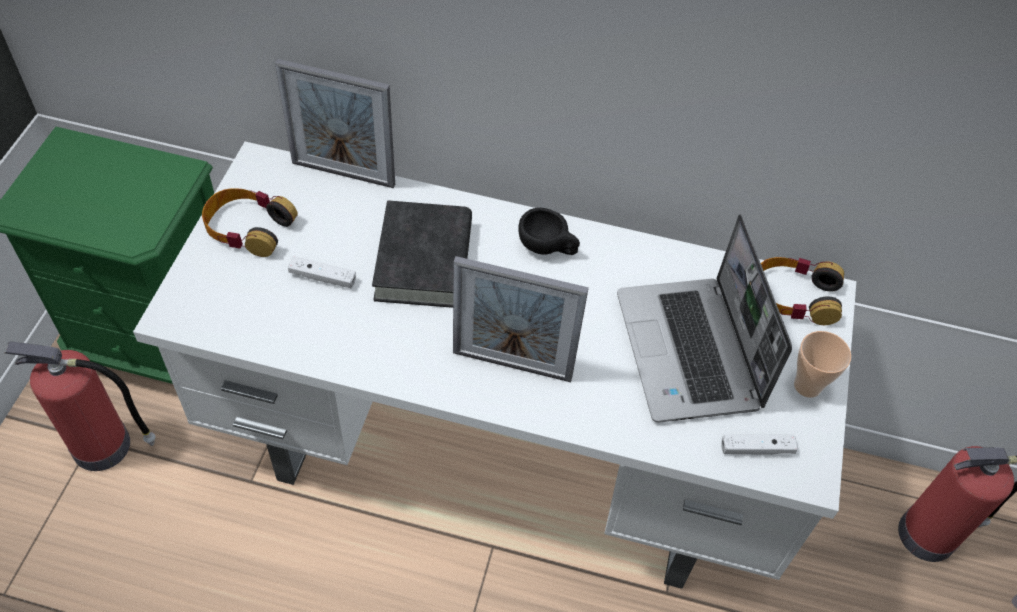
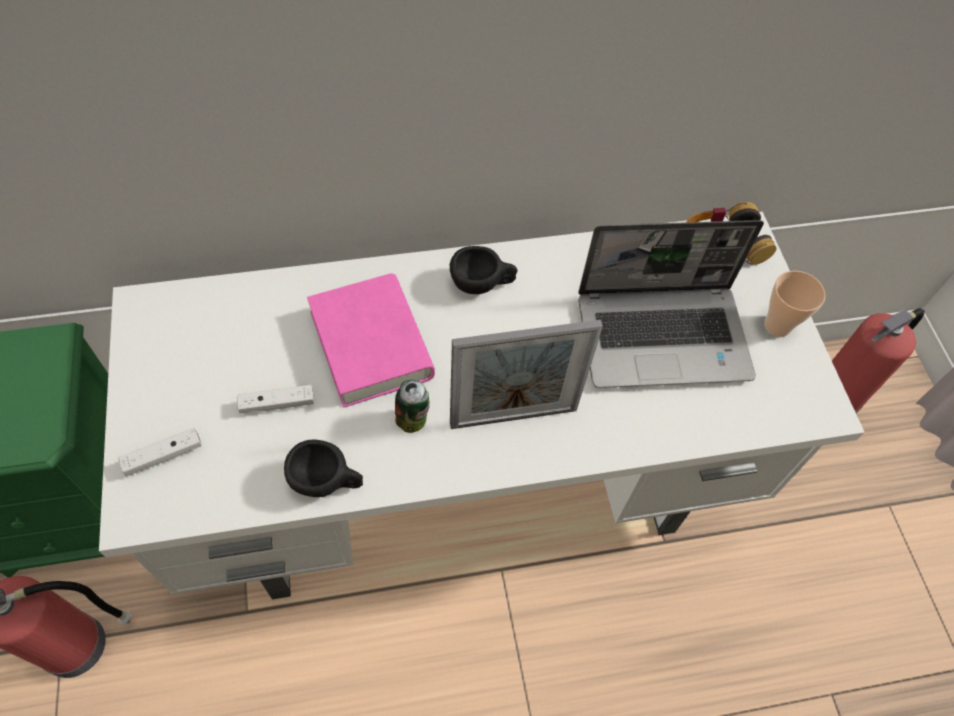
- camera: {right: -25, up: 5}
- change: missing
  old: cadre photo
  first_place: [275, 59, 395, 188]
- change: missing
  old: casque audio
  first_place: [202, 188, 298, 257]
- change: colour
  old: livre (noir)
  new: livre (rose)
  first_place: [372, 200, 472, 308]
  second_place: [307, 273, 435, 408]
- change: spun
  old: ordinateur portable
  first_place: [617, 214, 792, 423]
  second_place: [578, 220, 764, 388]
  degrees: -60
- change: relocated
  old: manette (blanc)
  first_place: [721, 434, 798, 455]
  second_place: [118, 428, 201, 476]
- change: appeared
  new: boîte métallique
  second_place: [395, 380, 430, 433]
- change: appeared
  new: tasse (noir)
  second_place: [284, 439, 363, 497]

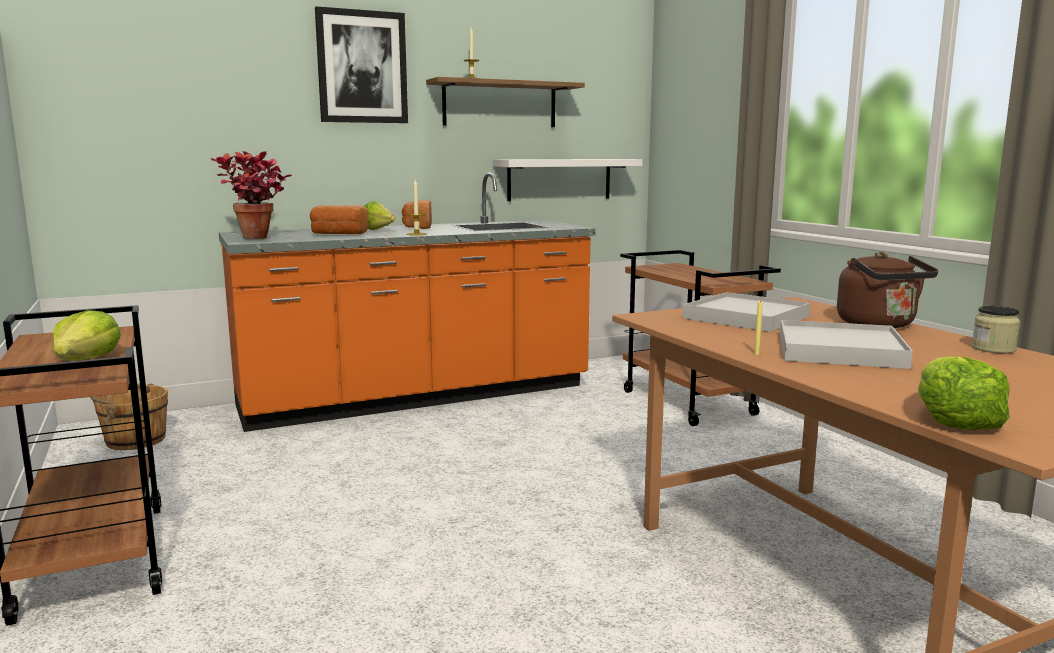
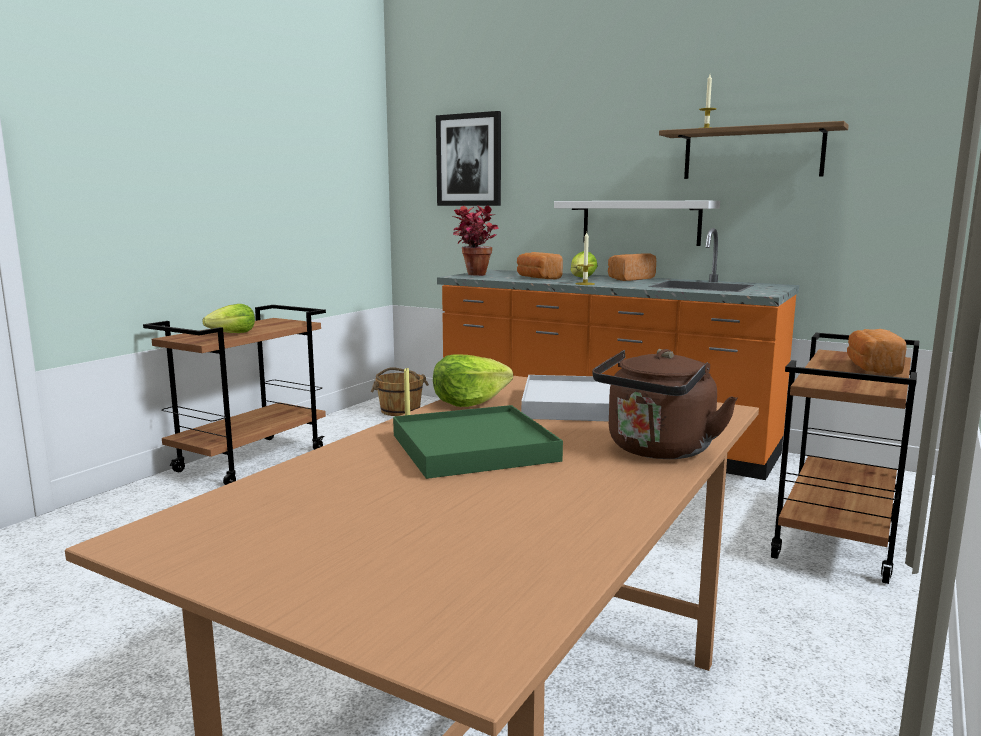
- camera: {right: 55, up: 0}
- change: relocated
  old: tableau
  first_place: [315, 6, 408, 123]
  second_place: [436, 111, 501, 206]
- change: relocated
  old: étagère (blanc)
  first_place: [493, 159, 643, 201]
  second_place: [554, 201, 720, 246]
- change: missing
  old: bocal
  first_place: [972, 306, 1020, 354]
- change: colour
  old: plateau (blanc)
  new: plateau (vert)
  first_place: [780, 320, 913, 369]
  second_place: [393, 405, 563, 479]
- change: relocated
  old: laitue
  first_place: [918, 356, 1010, 430]
  second_place: [433, 354, 513, 407]
- change: appeared
  new: pain
  second_place: [847, 329, 907, 375]

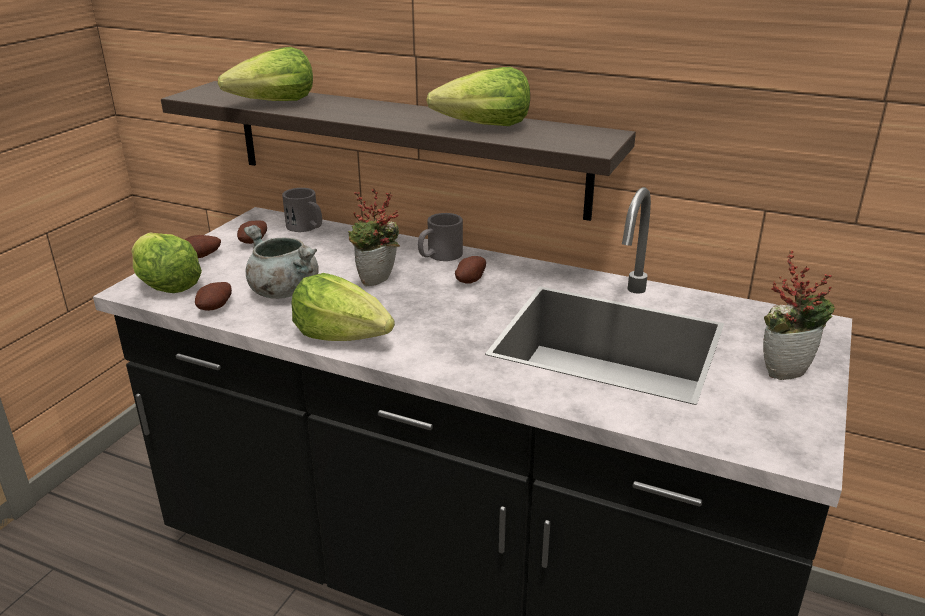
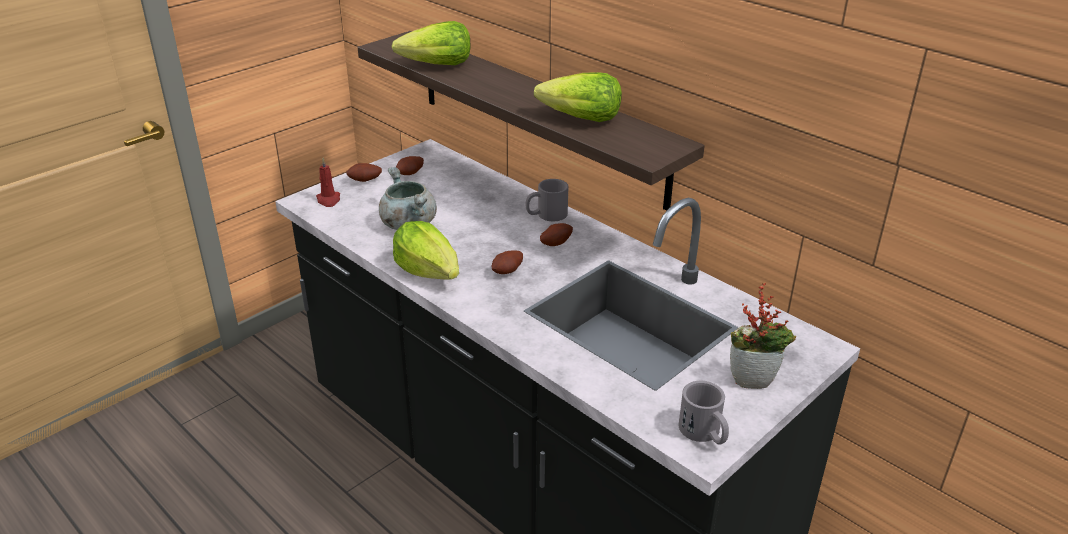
- camera: {right: 20, up: 5}
- change: relocated
  old: mug (gris)
  first_place: [282, 188, 322, 232]
  second_place: [678, 381, 729, 445]
- change: missing
  old: plante en pot
  first_place: [348, 189, 400, 286]
- change: exchanged
  old: laitue
  new: bougie (rouge)
  first_place: [131, 233, 202, 293]
  second_place: [316, 158, 340, 207]
- change: relocated
  old: pomme de terre
  first_place: [195, 282, 232, 311]
  second_place: [491, 250, 523, 274]

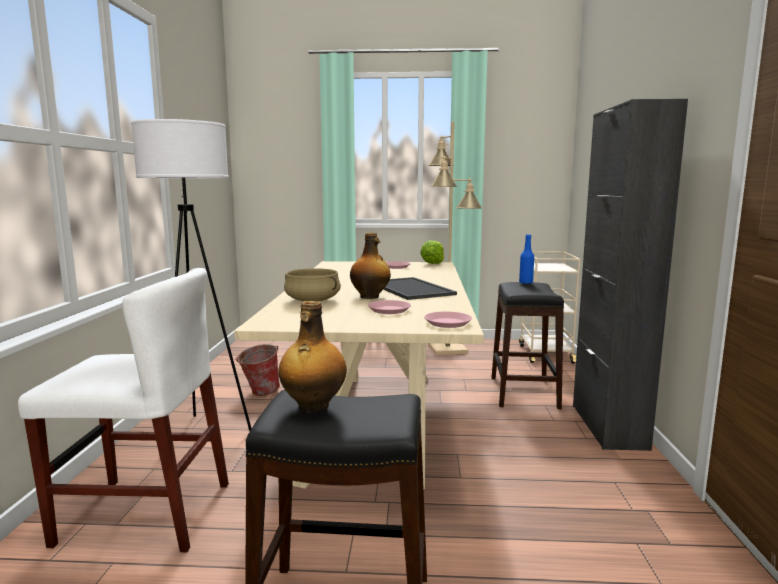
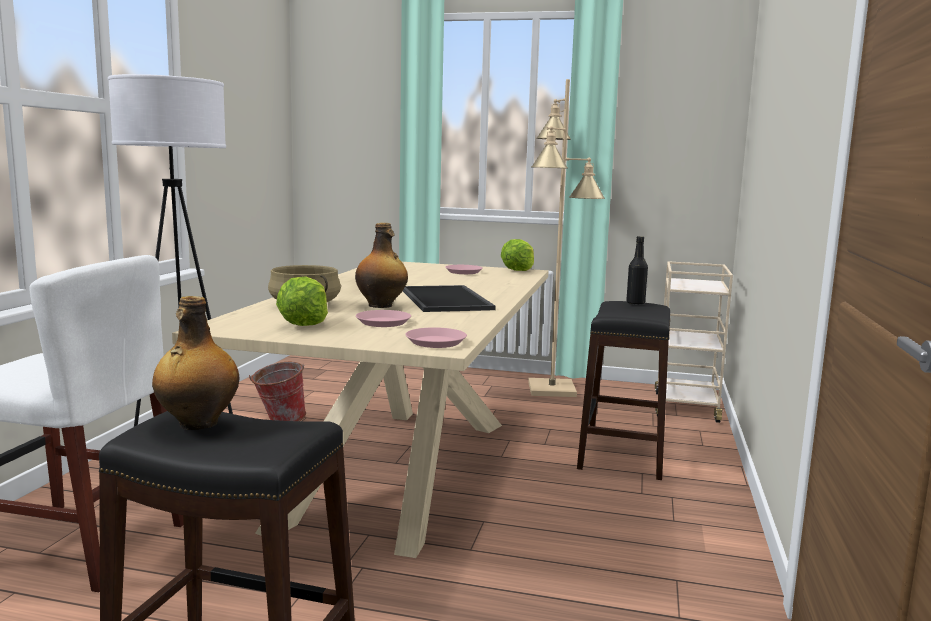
- camera: {right: 10, up: 0}
- change: missing
  old: meuble de rangement (noir)
  first_place: [573, 99, 688, 451]
- change: colour
  old: bouteille (bleu)
  new: bouteille (noir)
  first_place: [519, 234, 534, 284]
  second_place: [626, 236, 648, 305]
- change: appeared
  new: laitue
  second_place: [276, 277, 328, 326]

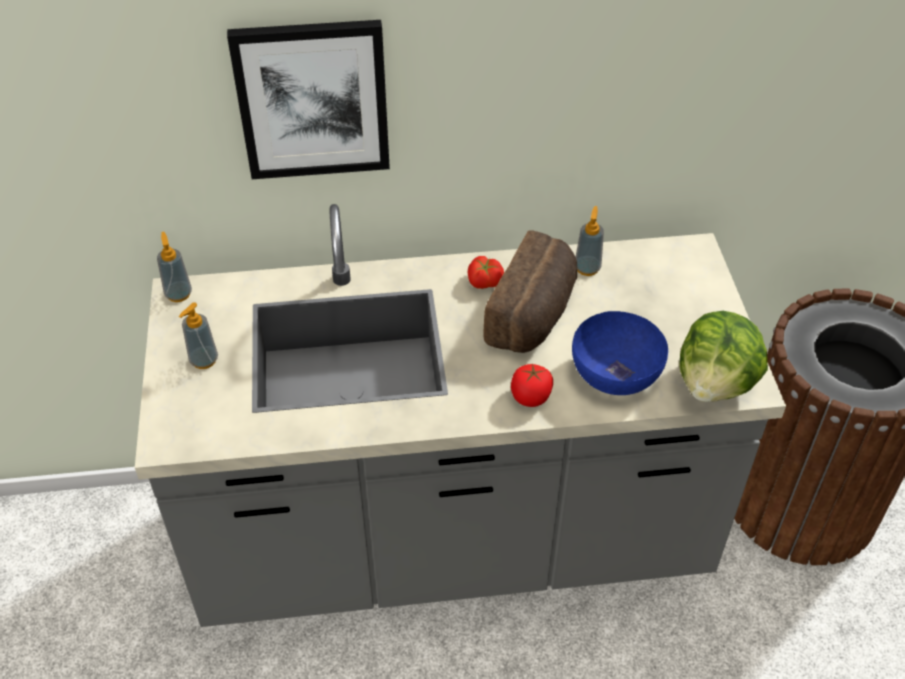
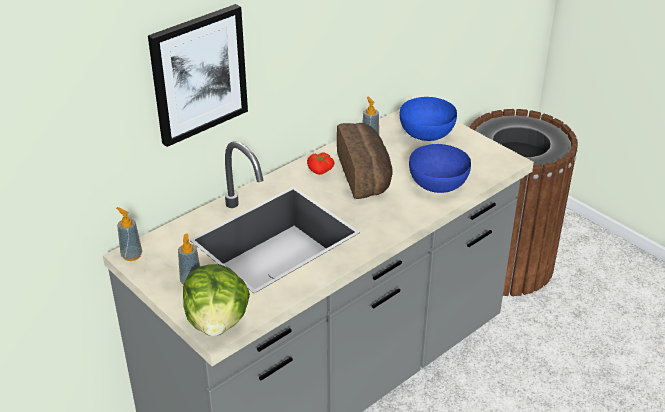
- camera: {right: -35, up: -10}
- change: relocated
  old: laitue
  first_place: [679, 311, 768, 402]
  second_place: [183, 264, 250, 336]
- change: missing
  old: tomate
  first_place: [511, 363, 553, 407]
- change: appeared
  new: bol (bleu)
  second_place: [399, 97, 457, 141]

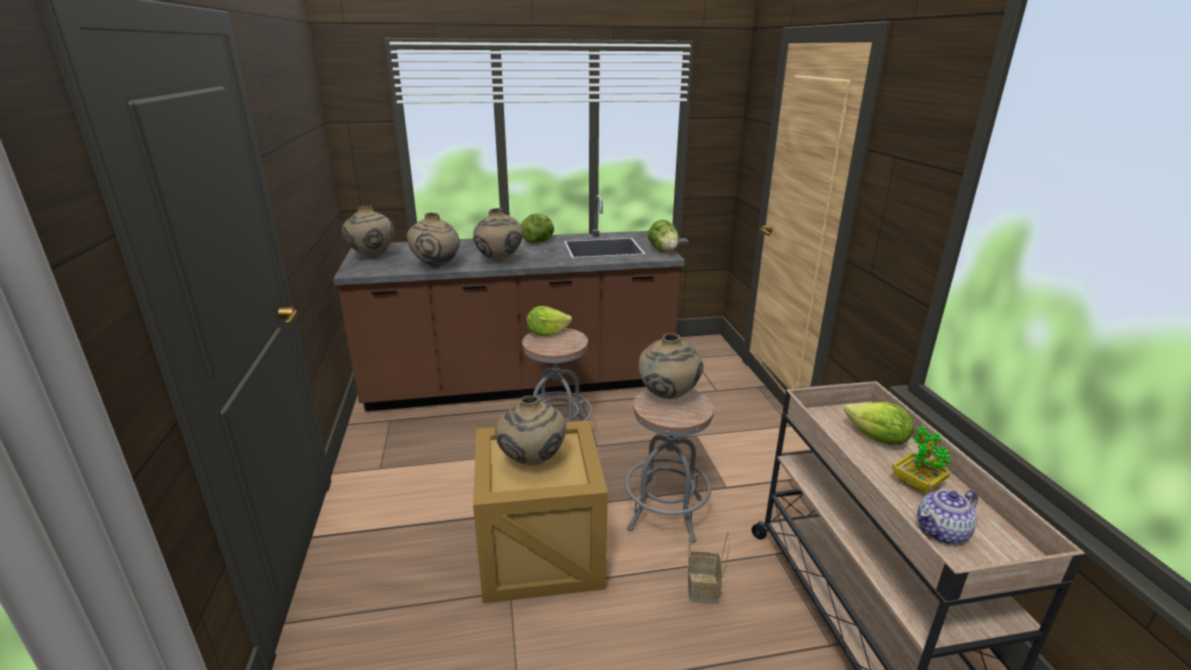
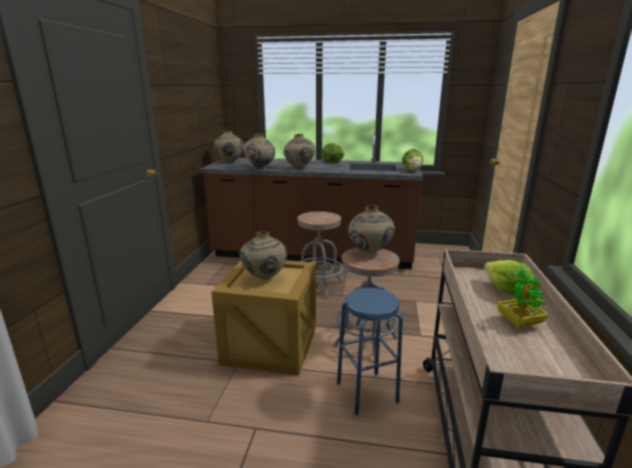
- camera: {right: 20, up: -5}
- change: missing
  old: laitue
  first_place: [526, 306, 572, 336]
- change: missing
  old: théière
  first_place: [917, 489, 978, 544]
- change: exchanged
  old: panier
  new: tabouret (bleu)
  first_place: [688, 529, 730, 604]
  second_place: [337, 288, 403, 415]

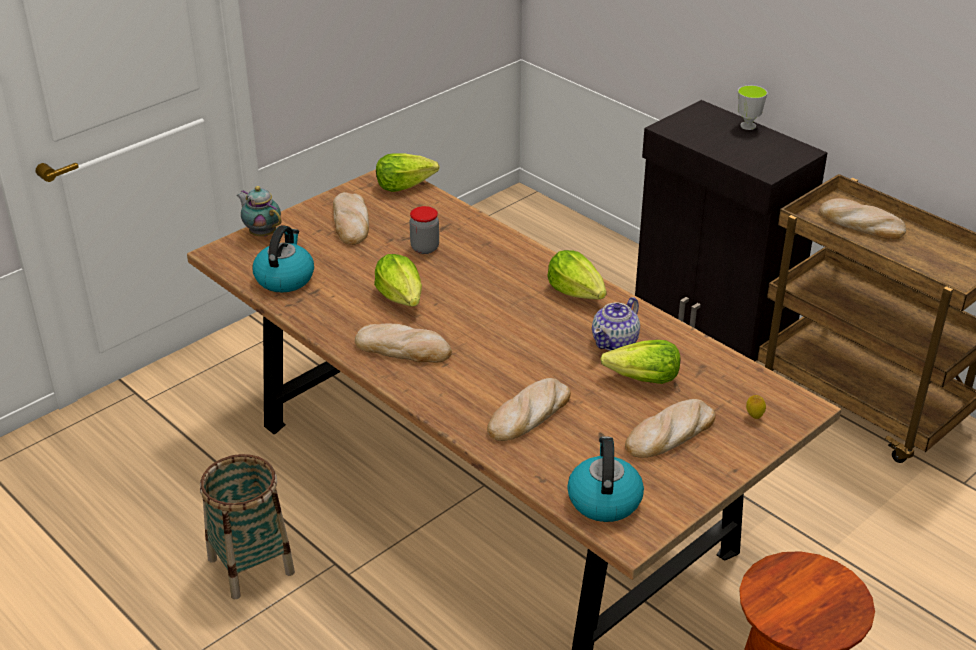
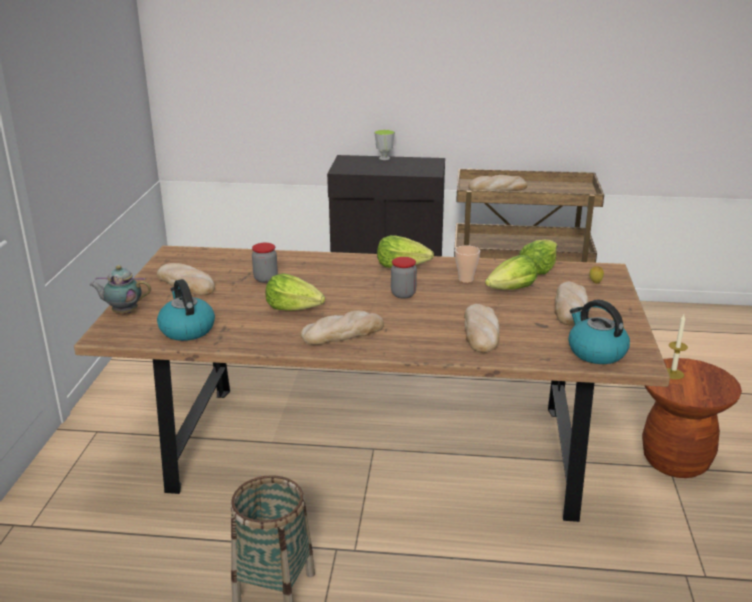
- camera: {right: -40, up: -10}
- change: relocated
  old: laitue
  first_place: [376, 153, 440, 192]
  second_place: [519, 240, 558, 275]
- change: exchanged
  old: théière
  new: tasse
  first_place: [592, 297, 640, 351]
  second_place: [455, 245, 480, 283]
- change: appeared
  new: bocal
  second_place: [391, 257, 417, 299]
- change: appeared
  new: bougie
  second_place: [667, 315, 688, 379]

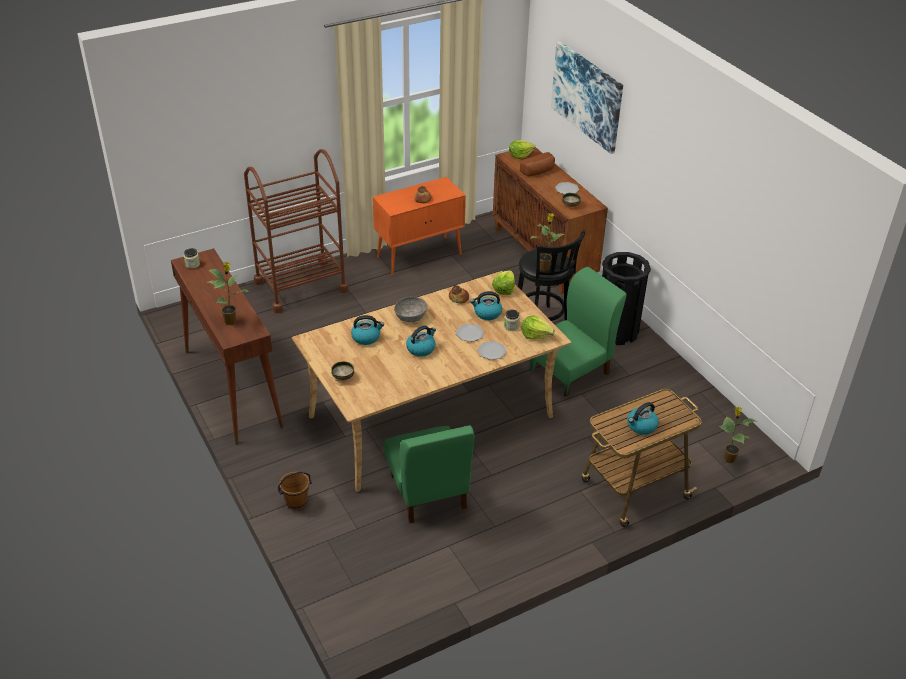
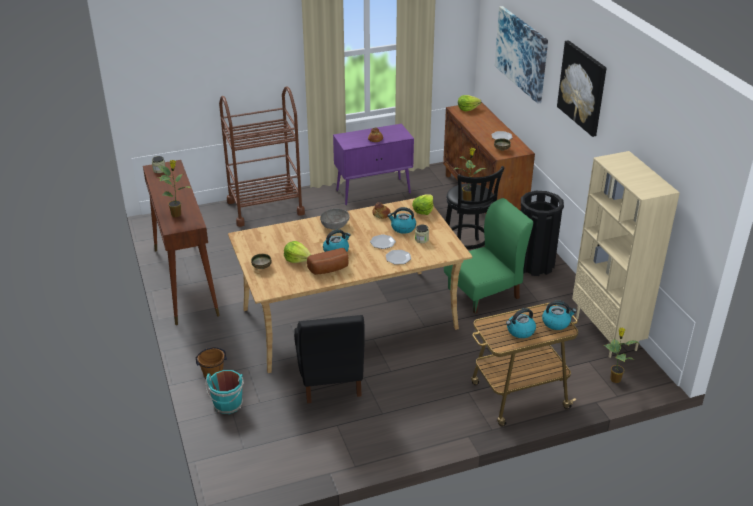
- camera: {right: 10, up: -5}
- change: relocated
  old: pain
  first_place: [520, 152, 555, 176]
  second_place: [307, 248, 349, 275]
- change: colour
  old: meuble de rangement (orange)
  new: meuble de rangement (violet)
  first_place: [373, 177, 466, 276]
  second_place: [333, 124, 414, 205]
- change: relocated
  old: bouilloire
  first_place: [351, 315, 384, 345]
  second_place: [542, 301, 577, 330]
- change: relocated
  old: laitue
  first_place: [522, 315, 555, 340]
  second_place: [284, 241, 311, 263]
- change: colour
  old: chaise (vert)
  new: chaise (noir)
  first_place: [383, 425, 474, 523]
  second_place: [294, 315, 365, 403]
- change: appeared
  new: tableau
  second_place: [557, 40, 607, 137]
- change: appeared
  new: bibliothèque (beige)
  second_place: [572, 151, 680, 358]
- change: appeared
  new: seau (turquoise)
  second_place: [205, 370, 244, 414]

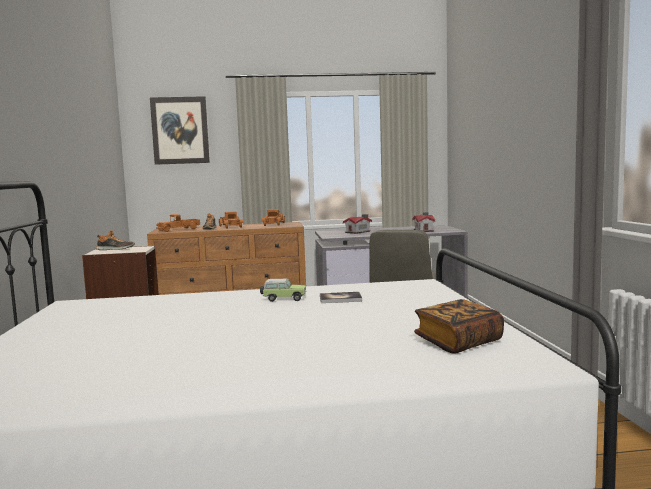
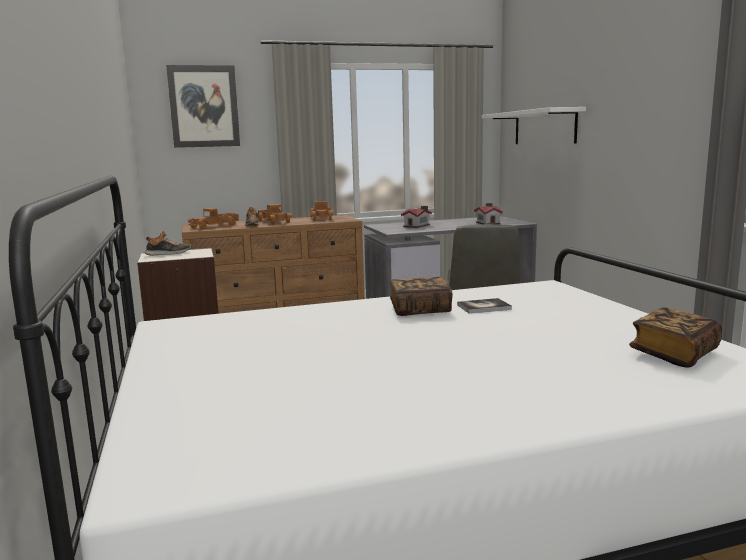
- camera: {right: -10, up: 5}
- change: exchanged
  old: petite voiture
  new: livre
  first_place: [260, 279, 306, 302]
  second_place: [389, 277, 453, 316]
- change: appeared
  new: étagère (blanc)
  second_place: [482, 107, 586, 144]

